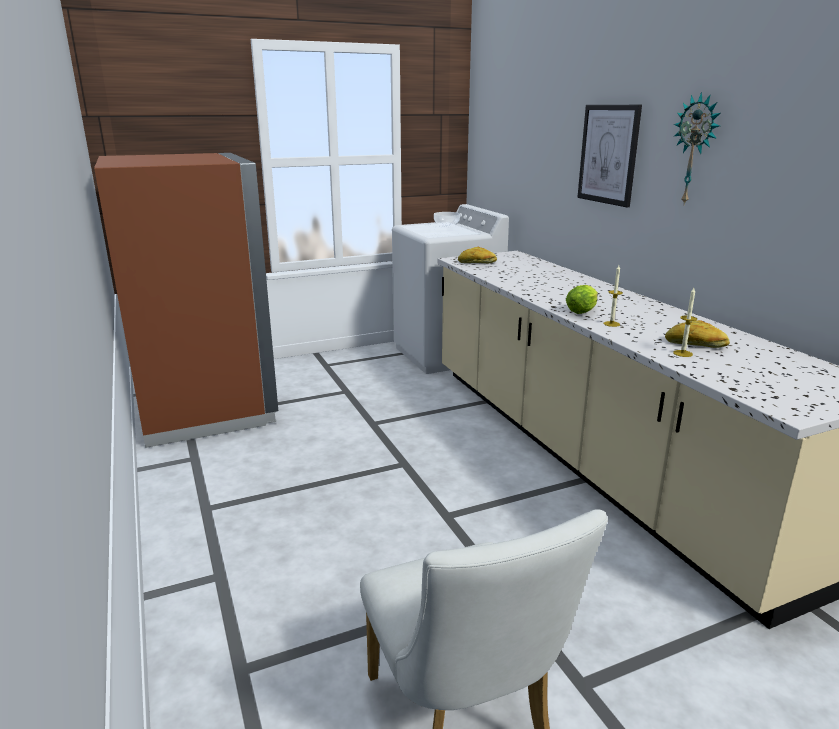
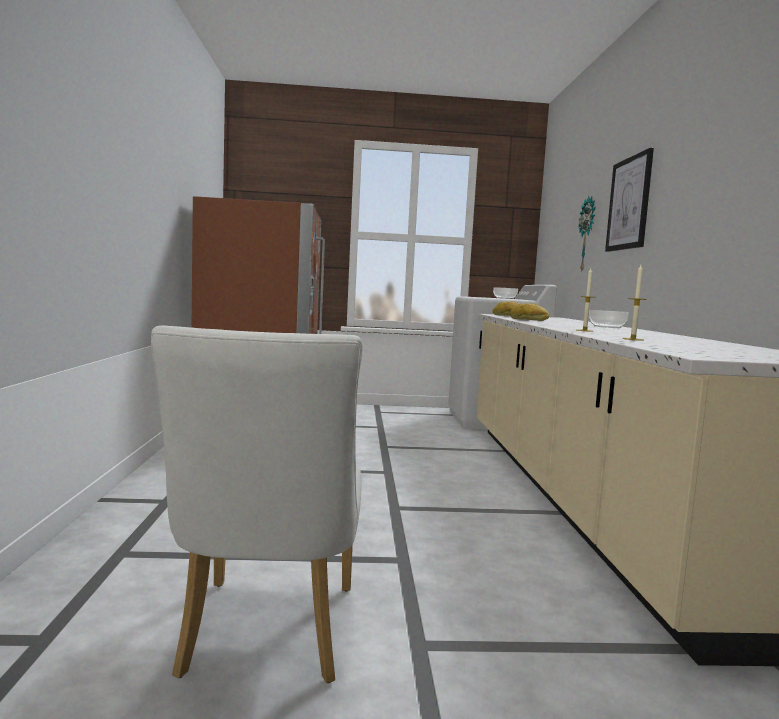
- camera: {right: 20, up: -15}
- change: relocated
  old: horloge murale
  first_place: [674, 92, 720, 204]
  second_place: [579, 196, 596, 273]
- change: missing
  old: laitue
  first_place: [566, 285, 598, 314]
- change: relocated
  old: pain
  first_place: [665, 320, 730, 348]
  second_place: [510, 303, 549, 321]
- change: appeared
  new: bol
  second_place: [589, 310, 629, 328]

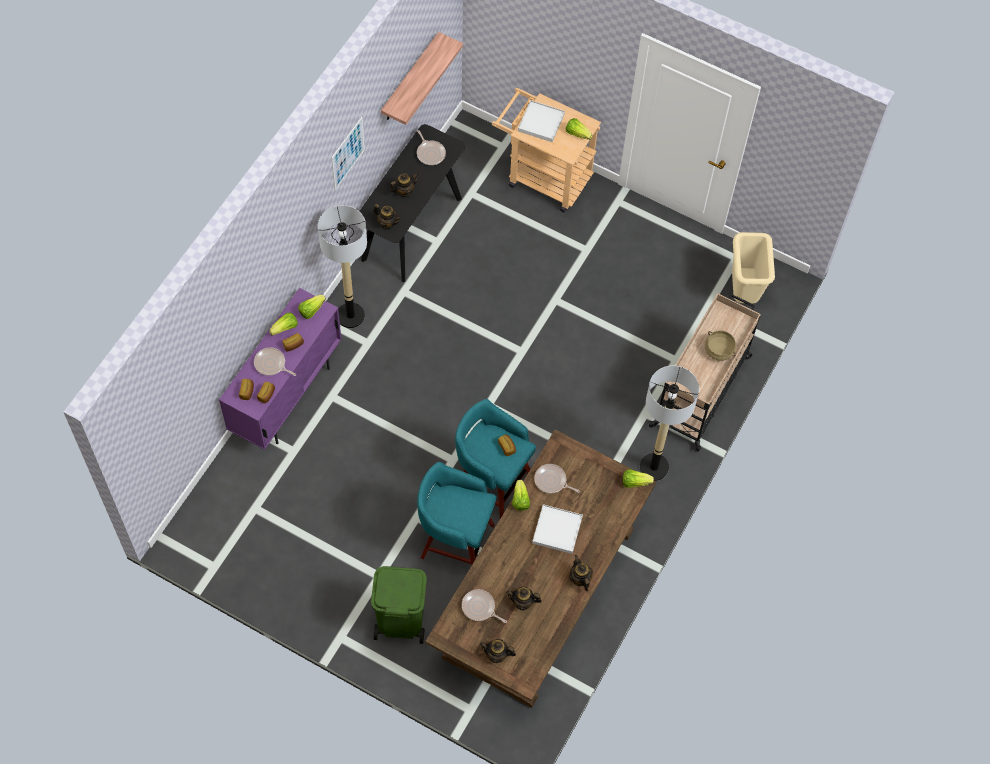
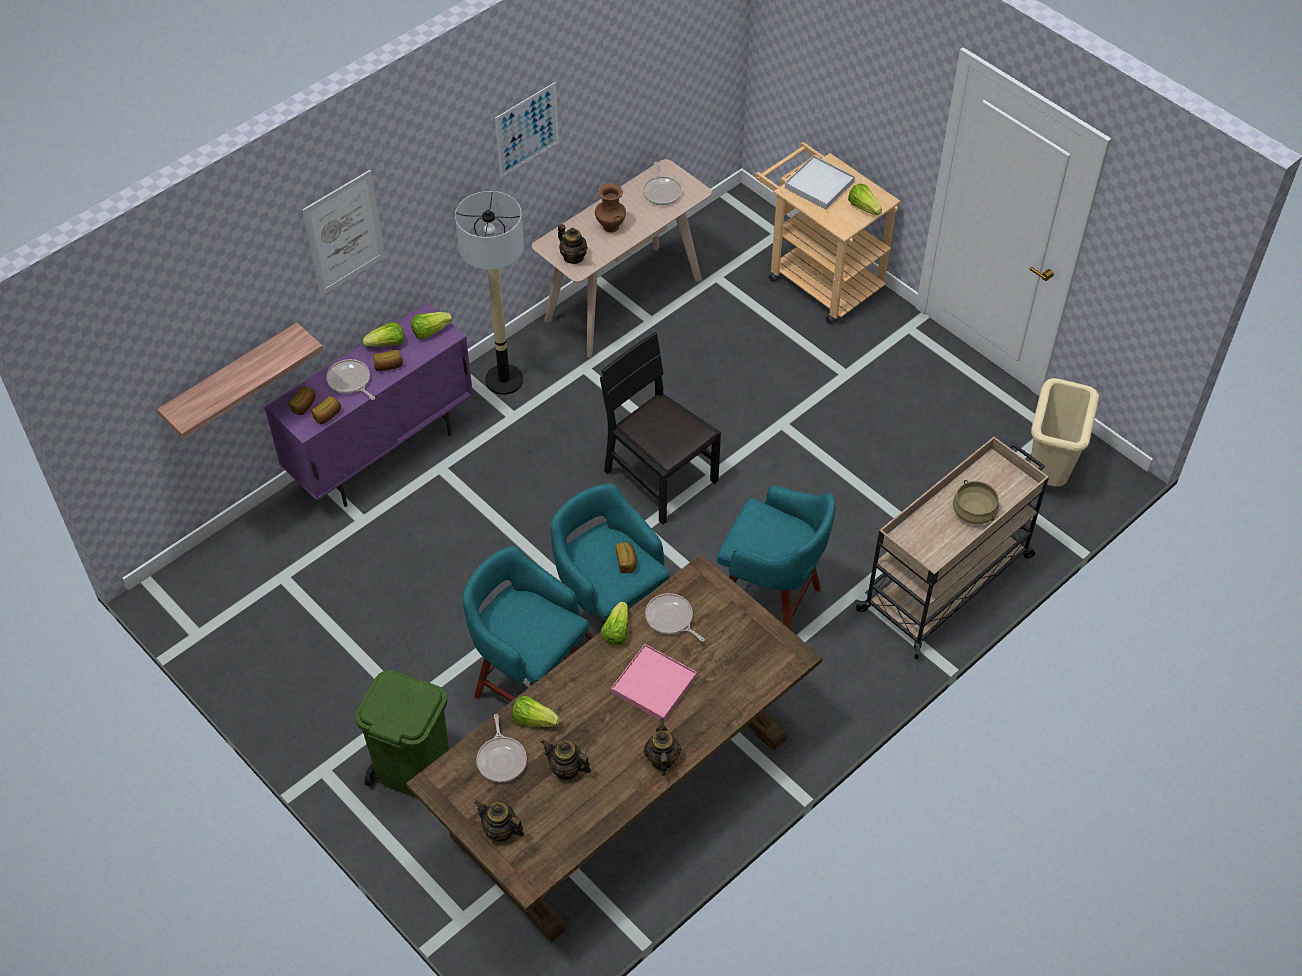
- camera: {right: 20, up: -10}
- change: relocated
  old: étagère
  first_place: [381, 32, 463, 125]
  second_place: [157, 322, 323, 439]
- change: colour
  old: table console (noir)
  new: table console (beige)
  first_place: [360, 124, 466, 282]
  second_place: [532, 159, 712, 358]
- change: exchanged
  old: théière
  new: vase (marron)
  first_place: [389, 173, 418, 197]
  second_place: [595, 183, 626, 232]
- change: missing
  old: lampadaire
  first_place: [640, 366, 699, 481]
- change: relocated
  old: laitue
  first_place: [623, 469, 654, 488]
  second_place: [512, 696, 560, 727]
- change: colour
  old: plateau (blanc)
  new: plateau (rose)
  first_place: [532, 504, 583, 554]
  second_place: [611, 644, 697, 721]
- change: spun
  old: poêle
  first_place: [462, 589, 507, 623]
  second_place: [476, 714, 527, 782]
  degrees: -150
- change: appeared
  new: tableau
  second_place: [302, 170, 385, 296]
- change: appeared
  new: chaise (noir)
  second_place: [600, 332, 721, 525]
- change: appeared
  new: tabouret (turquoise)
  second_place: [717, 486, 835, 630]

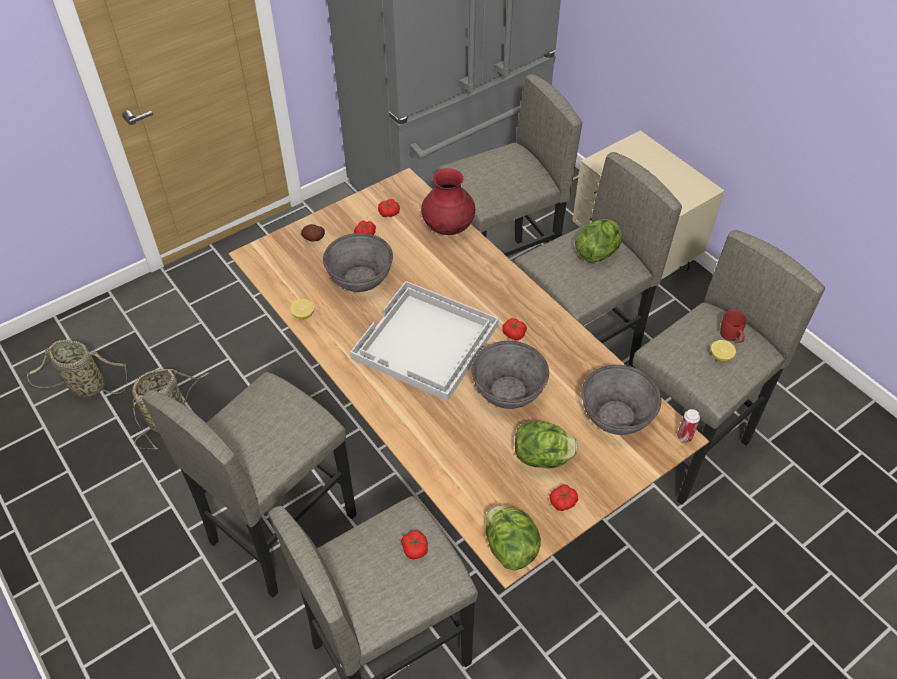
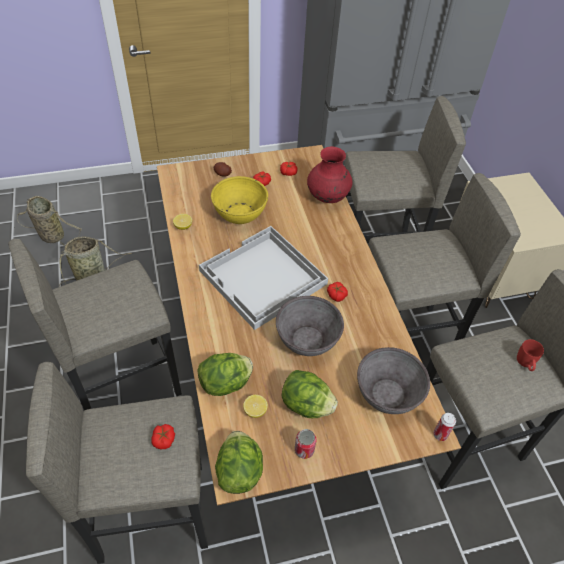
- camera: {right: 20, up: 0}
- change: relocated
  old: laitue
  first_place: [575, 219, 622, 262]
  second_place: [198, 353, 253, 396]
- change: colour
  old: bol (gris)
  new: bol (jaune)
  first_place: [323, 233, 393, 292]
  second_place: [211, 176, 268, 224]
- change: relocated
  old: citron
  first_place: [711, 340, 736, 362]
  second_place: [243, 395, 268, 418]
- change: exchanged
  old: tomate
  new: boîte métallique
  first_place: [549, 485, 578, 511]
  second_place: [295, 429, 316, 459]

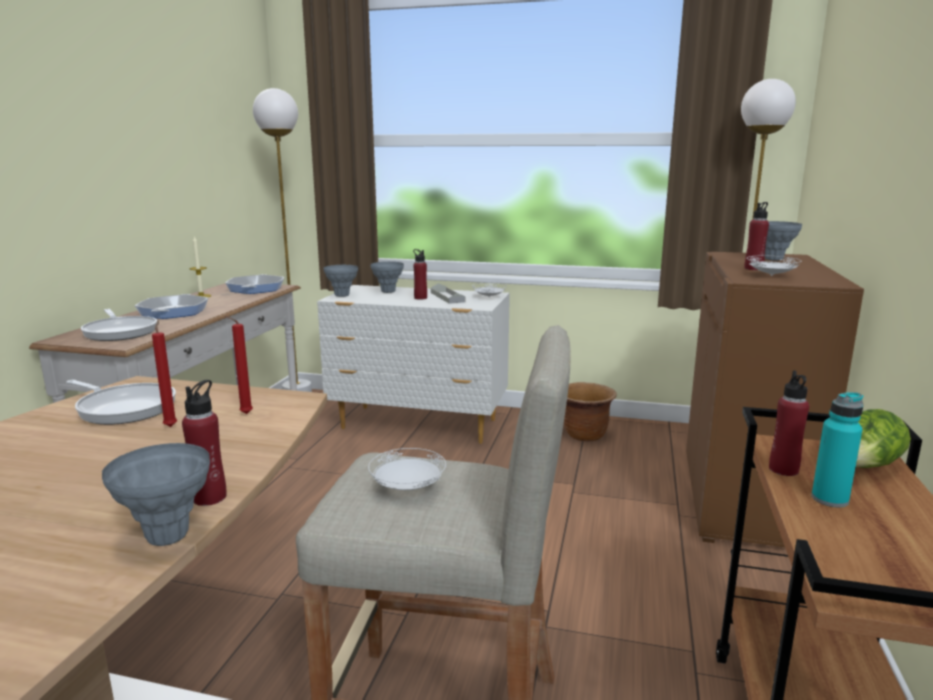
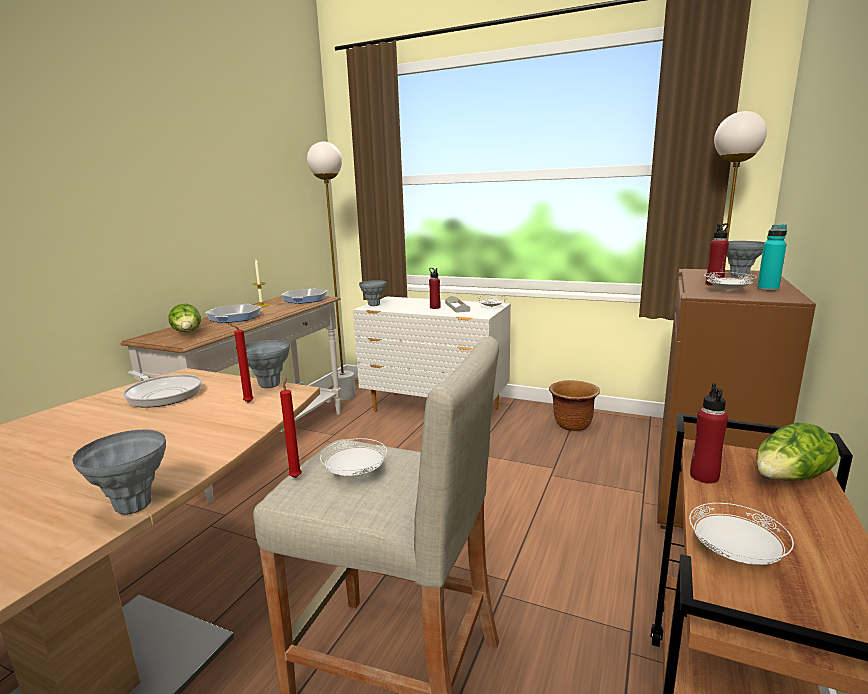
- camera: {right: 10, up: 0}
- change: relocated
  old: vase (gris)
  first_place: [370, 262, 404, 293]
  second_place: [245, 340, 290, 388]
- change: exchanged
  old: poêle
  new: laitue
  first_place: [81, 309, 157, 341]
  second_place: [168, 304, 201, 332]
- change: relocated
  old: bougie (rouge)
  first_place: [152, 320, 177, 427]
  second_place: [280, 378, 302, 478]
- change: missing
  old: bouteille (rouge)
  first_place: [182, 380, 227, 506]
- change: relocated
  old: bouteille (turquoise)
  first_place: [812, 392, 863, 507]
  second_place: [757, 224, 787, 291]
- change: appeared
  new: assiette (blanc)
  second_place: [689, 503, 794, 565]

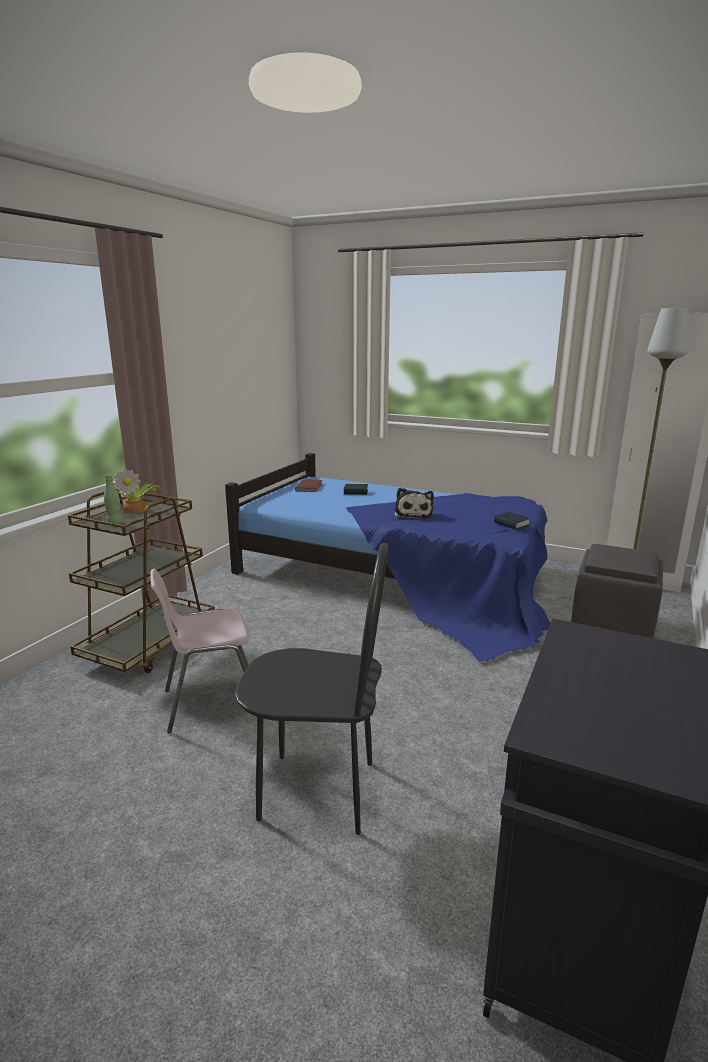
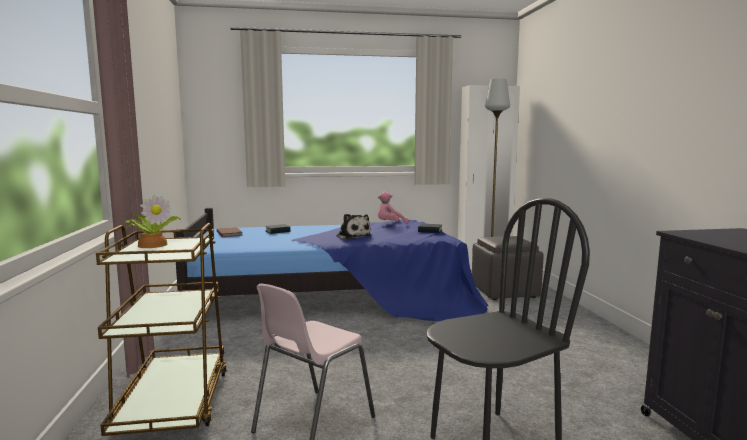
- camera: {right: -35, up: -10}
- change: missing
  old: bouteille (vert)
  first_place: [104, 475, 123, 524]
- change: appeared
  new: peluche (rose)
  second_place: [378, 192, 409, 224]

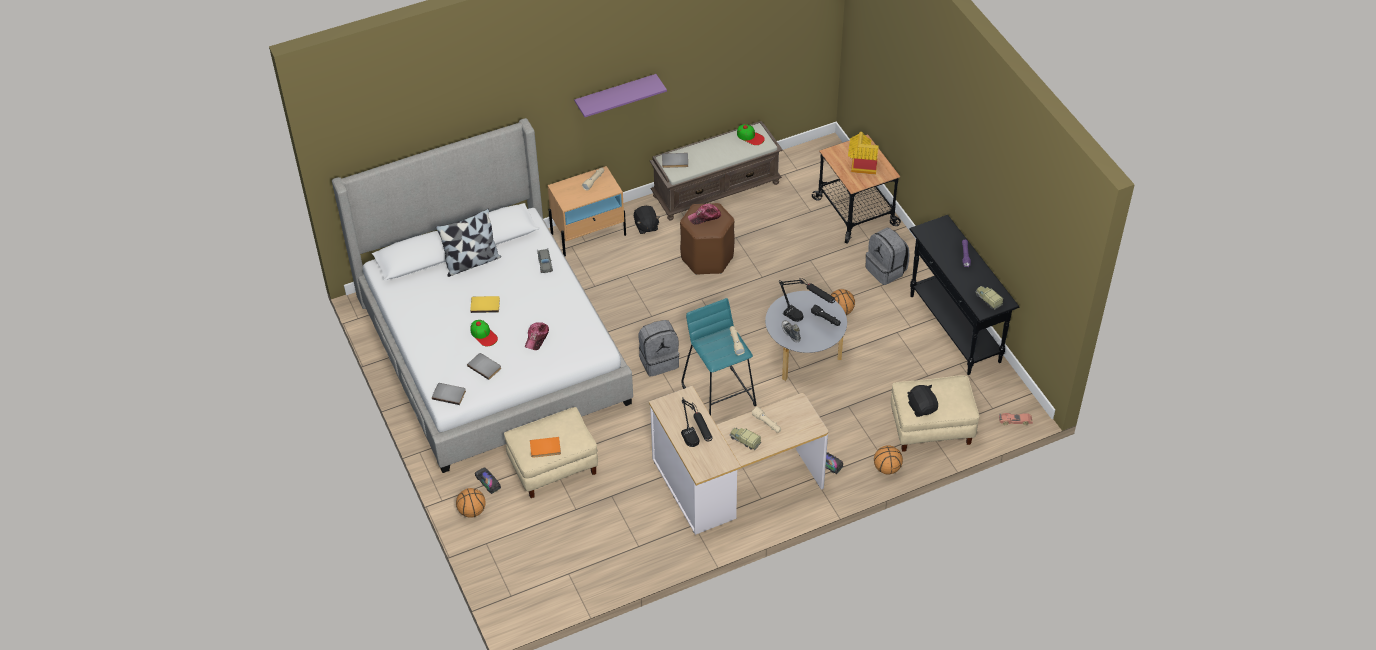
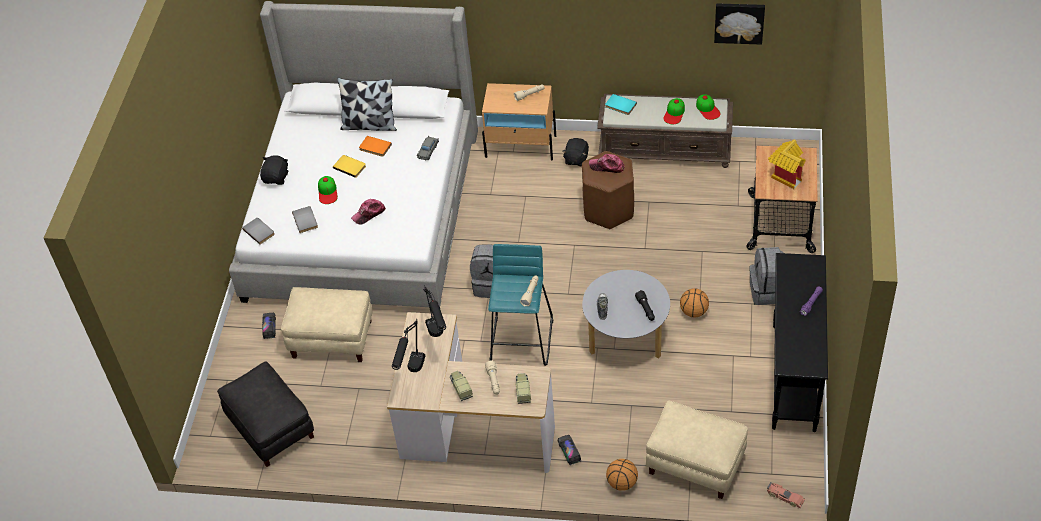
- camera: {right: 35, up: 0}
- change: missing
  old: étagère (violet)
  first_place: [574, 74, 667, 117]
- change: colour
  old: livre (gris)
  new: livre (turquoise)
  first_place: [662, 153, 688, 168]
  second_place: [605, 94, 637, 115]
- change: relocated
  old: lampe de table (noir)
  first_place: [779, 278, 835, 322]
  second_place: [423, 285, 446, 337]
- change: relocated
  old: camion jouet
  first_place: [975, 286, 1003, 310]
  second_place: [516, 373, 531, 404]
- change: relocated
  old: peluche (noir)
  first_place: [907, 385, 938, 417]
  second_place: [260, 156, 288, 185]
- change: relocated
  old: livre (orange)
  first_place: [530, 437, 561, 458]
  second_place: [359, 136, 392, 157]
- change: missing
  old: ballon de basket
  first_place: [456, 488, 486, 518]
- change: appeared
  new: tableau
  second_place: [714, 3, 765, 45]
- change: appeared
  new: casquette
  second_place: [663, 98, 685, 124]
- change: appeared
  new: pouf (noir)
  second_place: [217, 361, 314, 467]

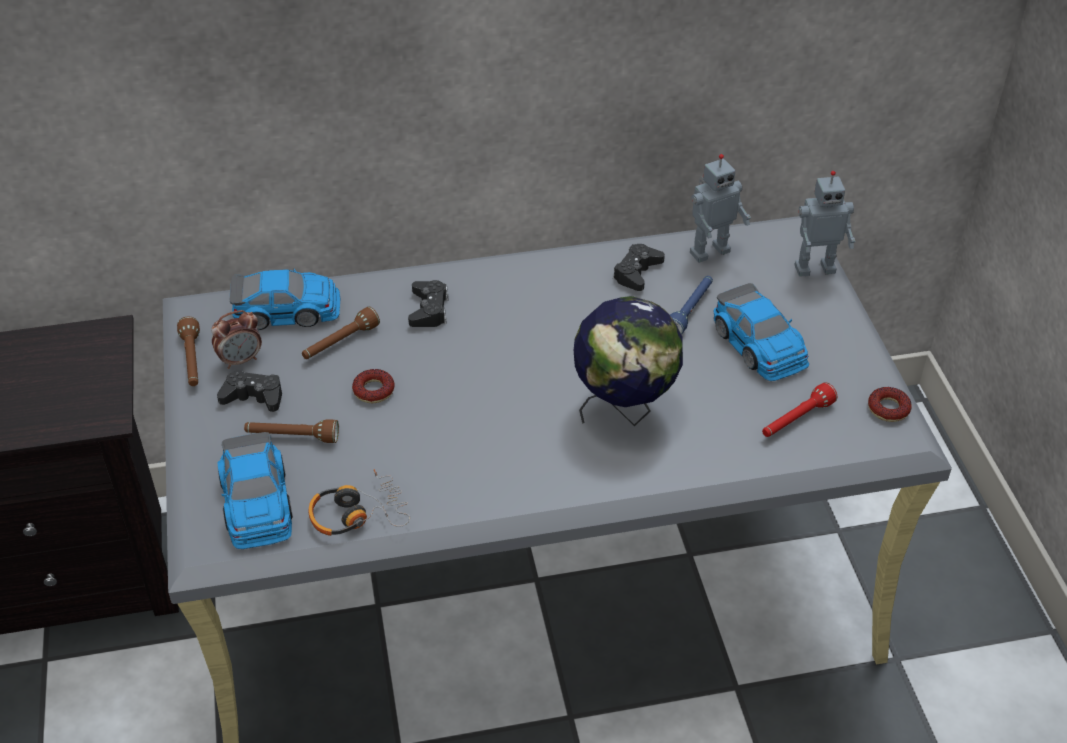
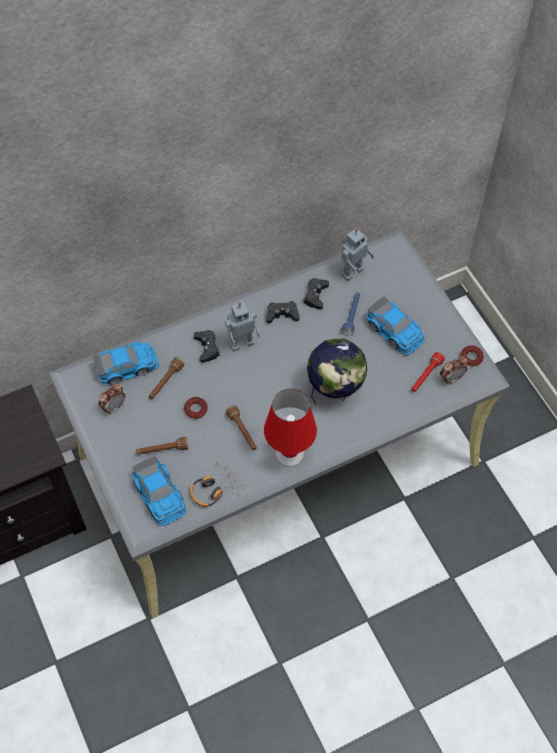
- camera: {right: -15, up: 15}
- change: relocated
  old: robot jouet
  first_place: [795, 171, 855, 277]
  second_place: [225, 302, 261, 352]
- change: relocated
  old: lampe de poche (marron)
  first_place: [177, 317, 200, 386]
  second_place: [226, 405, 257, 450]
- change: relocated
  old: manette (noir)
  first_place: [217, 370, 282, 412]
  second_place: [266, 301, 300, 323]
- change: appeared
  new: réveil
  second_place: [440, 356, 468, 385]
- change: appeared
  new: lampe de table (rouge)
  second_place: [264, 389, 317, 467]

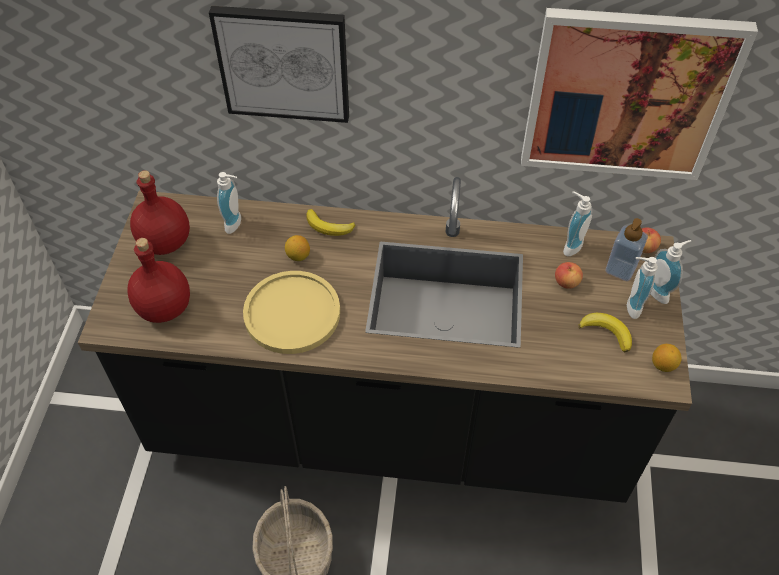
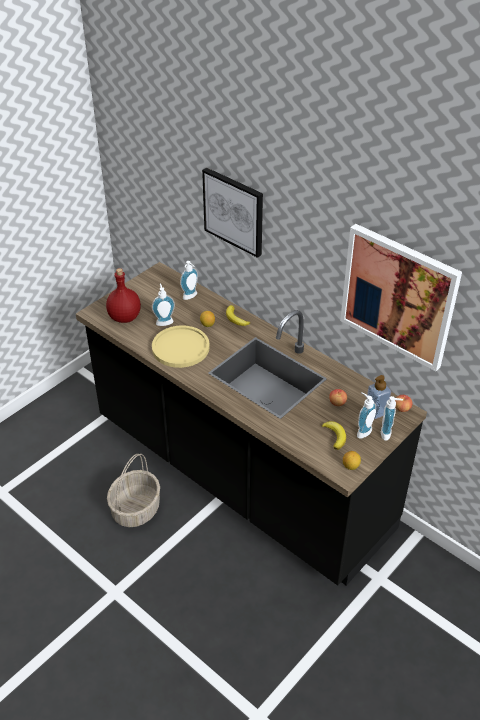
- camera: {right: 35, up: -10}
- change: missing
  old: bouteille (rouge)
  first_place: [130, 170, 190, 255]
- change: relocated
  old: distributeur de savon
  first_place: [563, 191, 592, 256]
  second_place: [152, 283, 175, 326]

